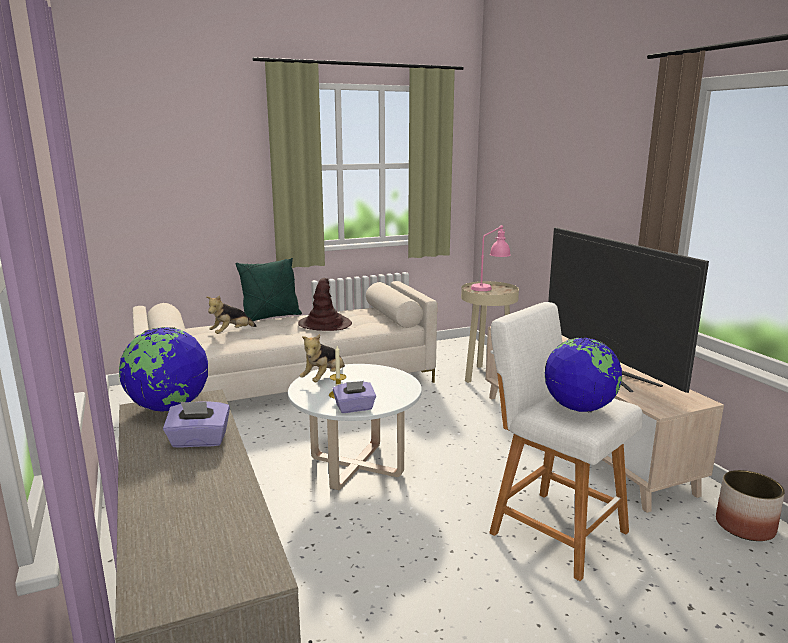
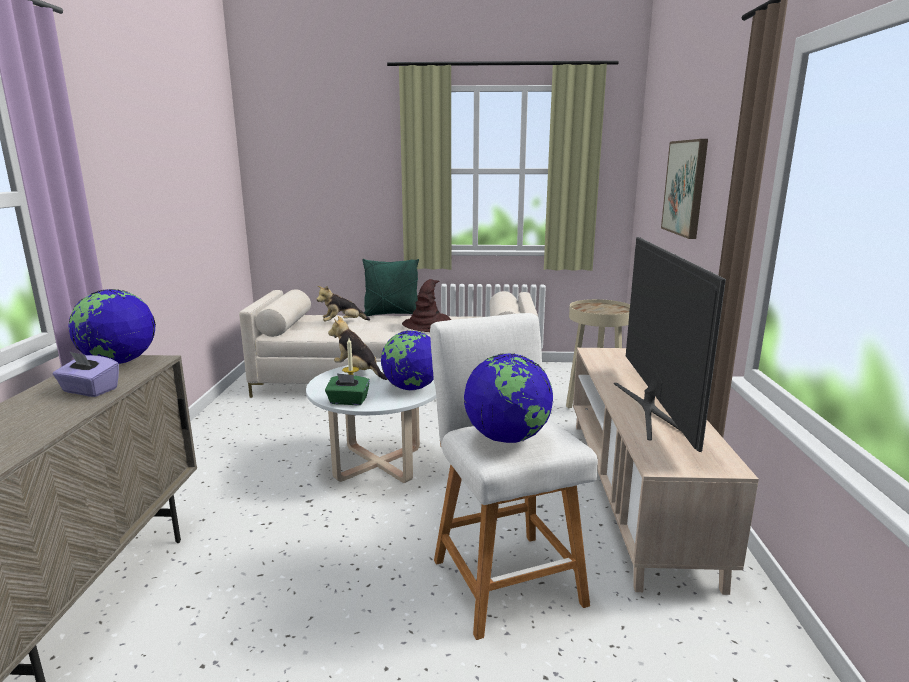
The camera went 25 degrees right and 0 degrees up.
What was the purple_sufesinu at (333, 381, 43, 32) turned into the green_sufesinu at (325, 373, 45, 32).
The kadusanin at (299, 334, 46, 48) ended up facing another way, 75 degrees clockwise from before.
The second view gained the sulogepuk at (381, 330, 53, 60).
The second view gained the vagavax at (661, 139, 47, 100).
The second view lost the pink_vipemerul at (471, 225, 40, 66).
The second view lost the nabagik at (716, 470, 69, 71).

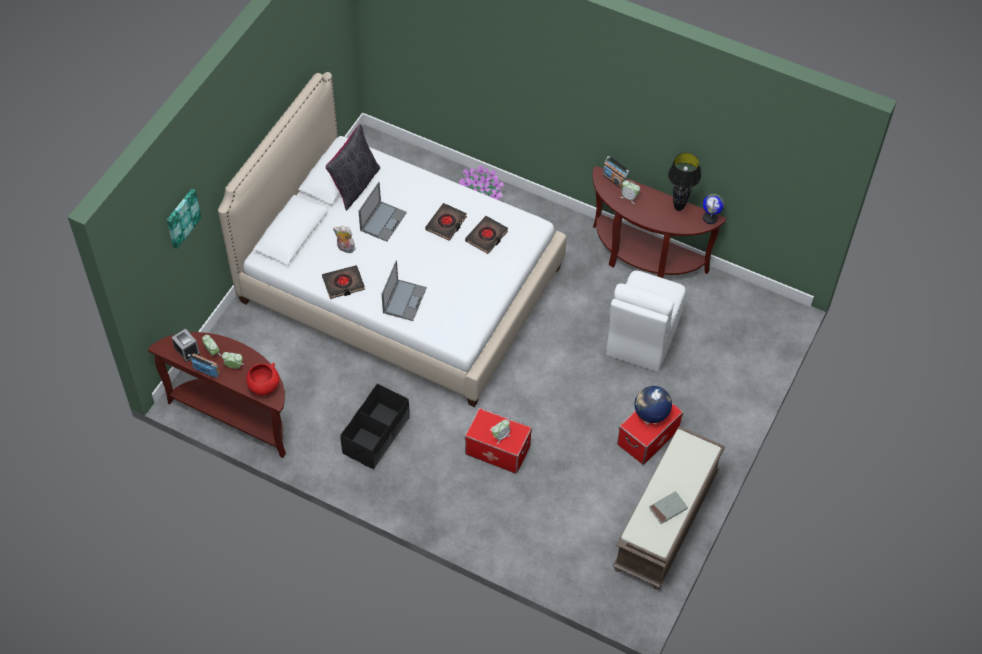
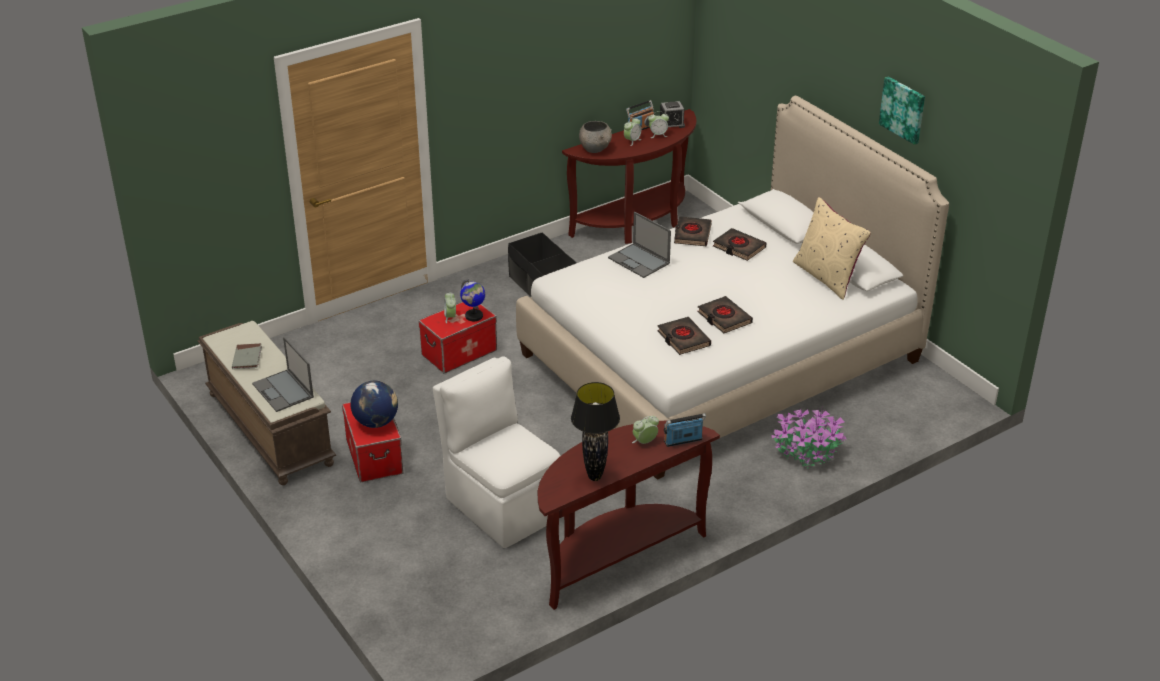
The camera went 120 degrees right and 20 degrees down.
The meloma ended up elsewhere, having gone from (359, 182, 48, 60) to (252, 337, 62, 75).
The sulogepuk ended up elsewhere, having gone from (703, 194, 21, 30) to (460, 279, 25, 42).
What was the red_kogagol at (246, 363, 34, 33) turned into the grey_kogagol at (579, 121, 33, 32).
Where the kadusanin stood at (333, 226, 23, 27), the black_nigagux came to stand at (713, 228, 54, 33).
What was the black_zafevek at (326, 124, 54, 87) turned into the beige_zafevek at (793, 197, 78, 103).
The vagavax ended up elsewhere, having gone from (167, 189, 34, 60) to (879, 76, 46, 69).

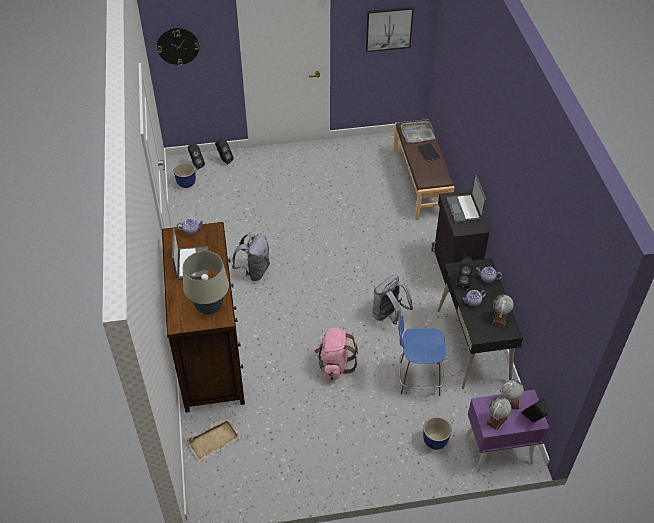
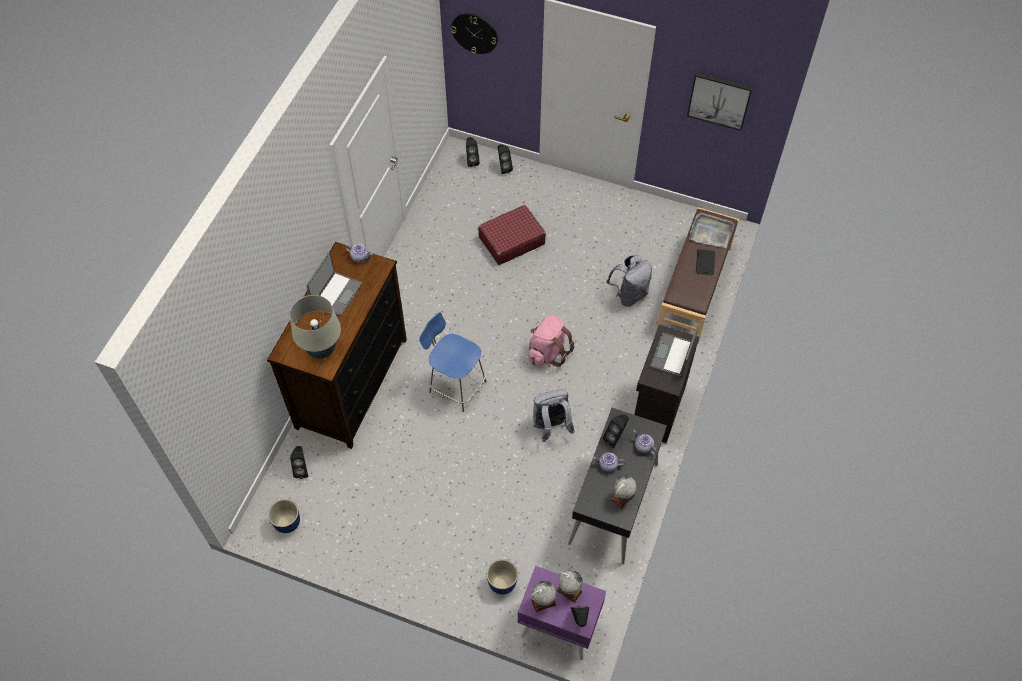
The camera went 30 degrees right and 10 degrees up.
The nabagik ended up elsewhere, having gone from (173, 163, 23, 25) to (268, 499, 32, 34).
Where the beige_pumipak stood at (185, 416, 57, 46), the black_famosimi came to stand at (290, 446, 18, 33).
The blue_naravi ended up elsewhere, having gone from (398, 312, 47, 84) to (419, 312, 67, 100).
The second view gained the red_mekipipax at (478, 205, 68, 60).
The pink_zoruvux ended up elsewhere, having gone from (315, 328, 43, 52) to (528, 315, 46, 52).
The grey_zoruvux ended up elsewhere, having gone from (232, 232, 38, 49) to (606, 255, 46, 52).

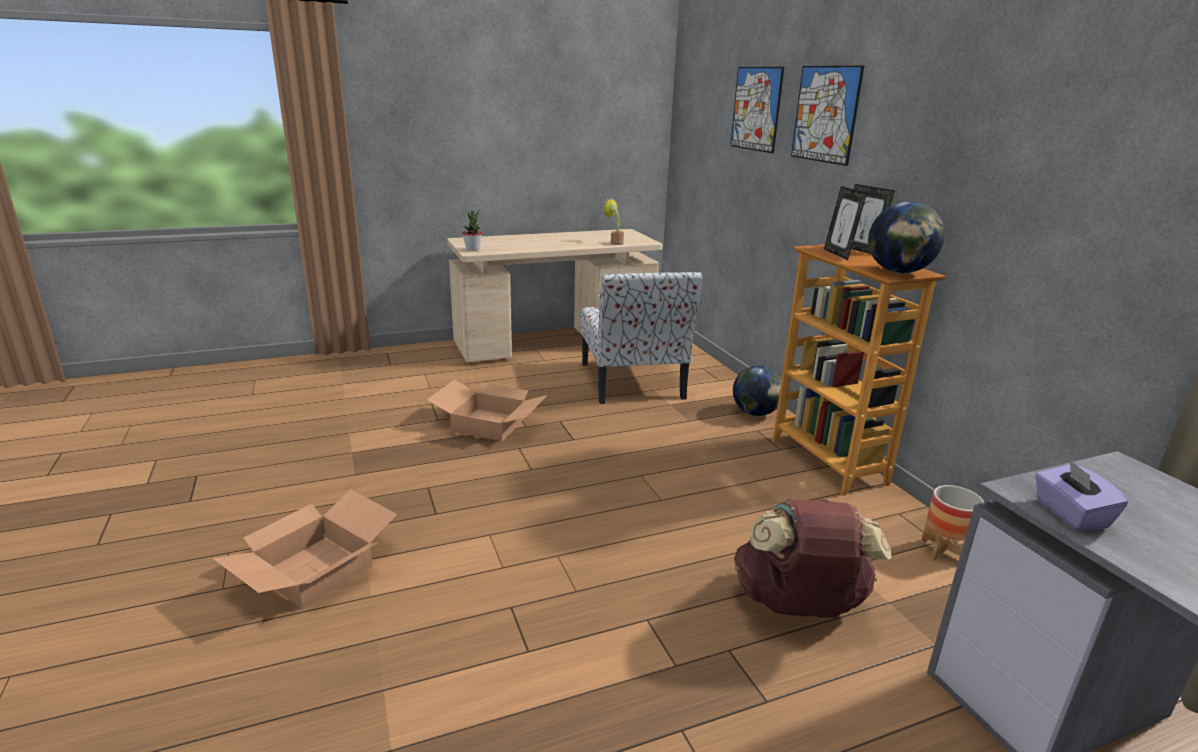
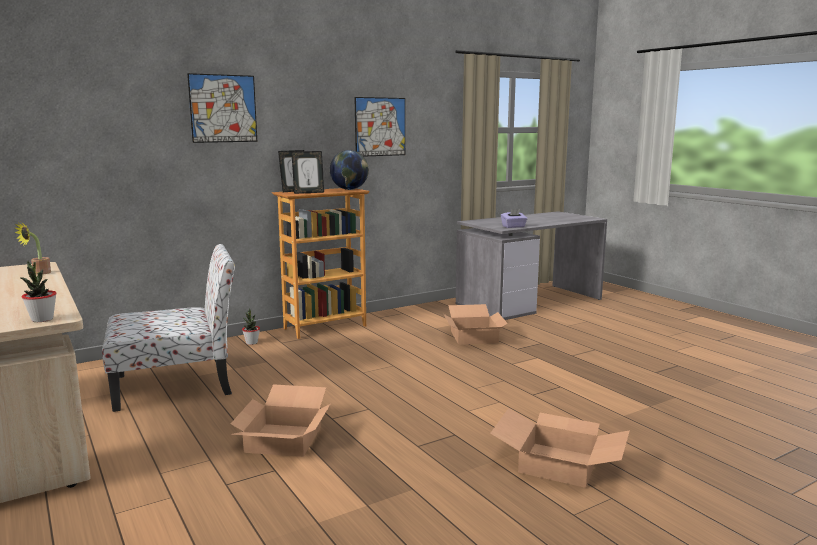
The camera went 100 degrees left and 10 degrees down.
Where the sulogepuk stood at (733, 365, 49, 51), the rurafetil came to stand at (242, 308, 18, 37).
The vagavax ended up elsewhere, having gone from (730, 67, 54, 86) to (354, 97, 51, 60).
Where the brown_zoruvux stood at (734, 498, 158, 120), the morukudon came to stand at (444, 304, 64, 41).
The second view lost the nabagik at (922, 485, 62, 75).

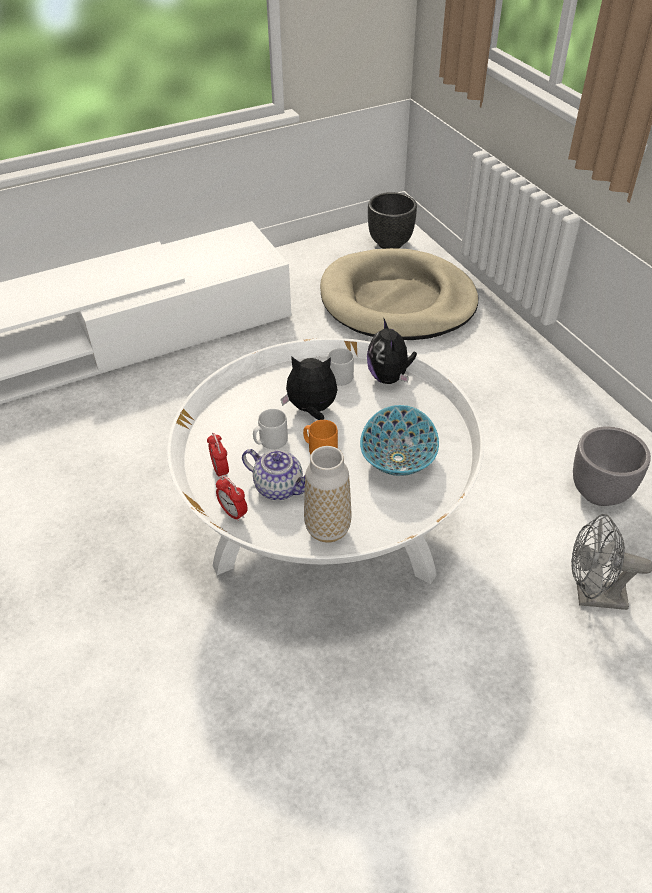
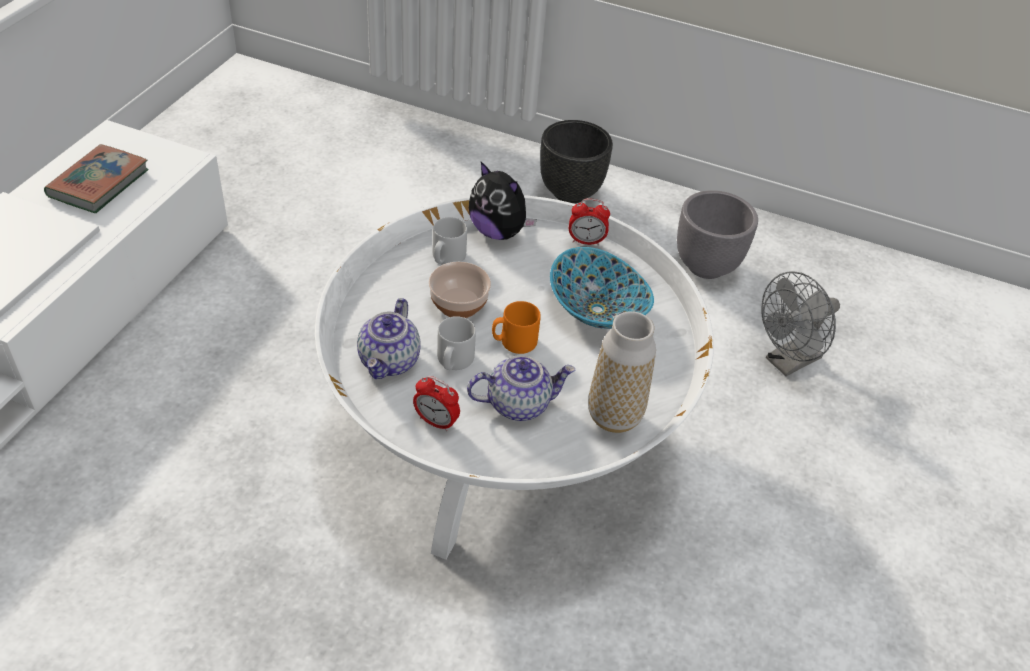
The camera went 45 degrees left and 0 degrees up.
The second view gained the nigagux at (44, 144, 105, 69).
The second view gained the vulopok at (357, 298, 63, 81).
Where the kadusanin stood at (281, 356, 57, 64), the kogagol came to stand at (428, 262, 63, 56).
The black_nabagik ended up elsewhere, having gone from (368, 192, 49, 57) to (540, 120, 73, 83).
The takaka ended up elsewhere, having gone from (216, 476, 32, 46) to (569, 198, 41, 48).
The second view lost the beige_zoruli at (320, 248, 158, 92).

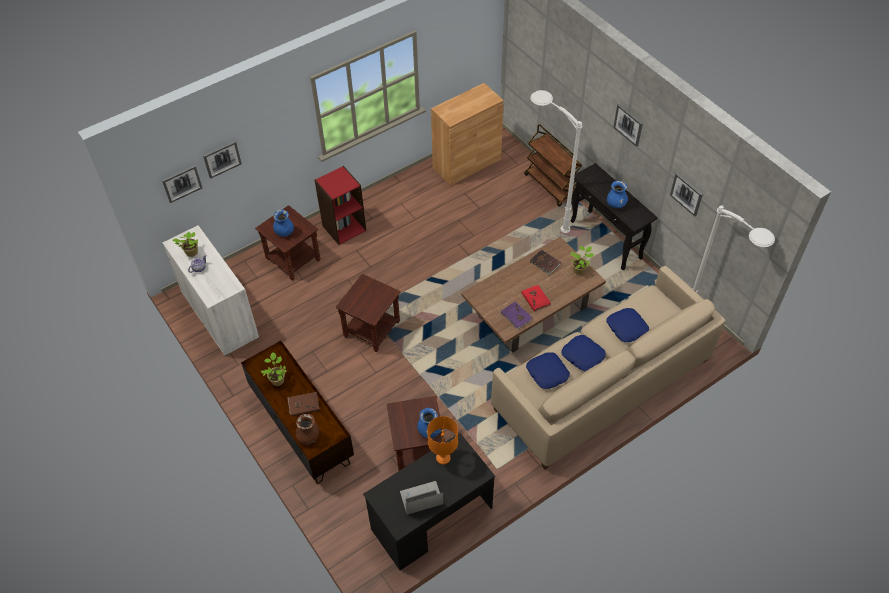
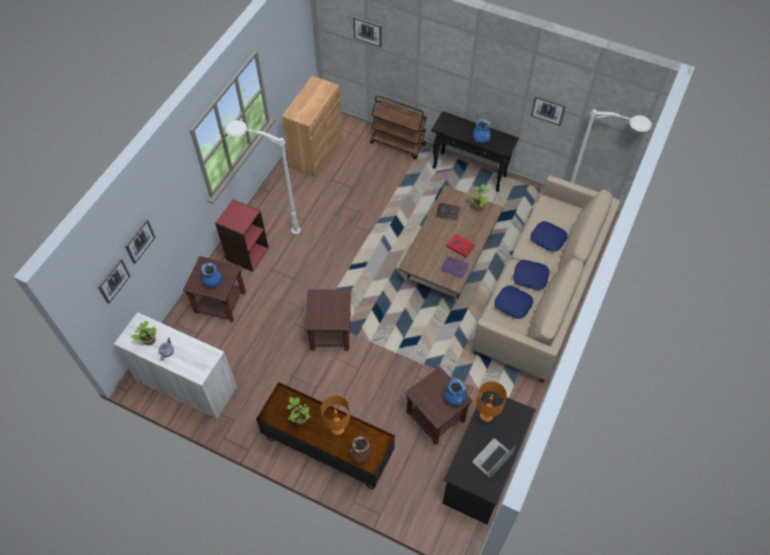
The camera went 30 degrees left and 5 degrees up.
The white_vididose ended up elsewhere, having gone from (530, 90, 52, 143) to (225, 120, 76, 114).
Where the brown_nigagux stood at (287, 392, 33, 25), the orange_vipemerul came to stand at (321, 395, 29, 40).
The vagavax ended up elsewhere, having gone from (613, 104, 30, 43) to (353, 16, 29, 31).

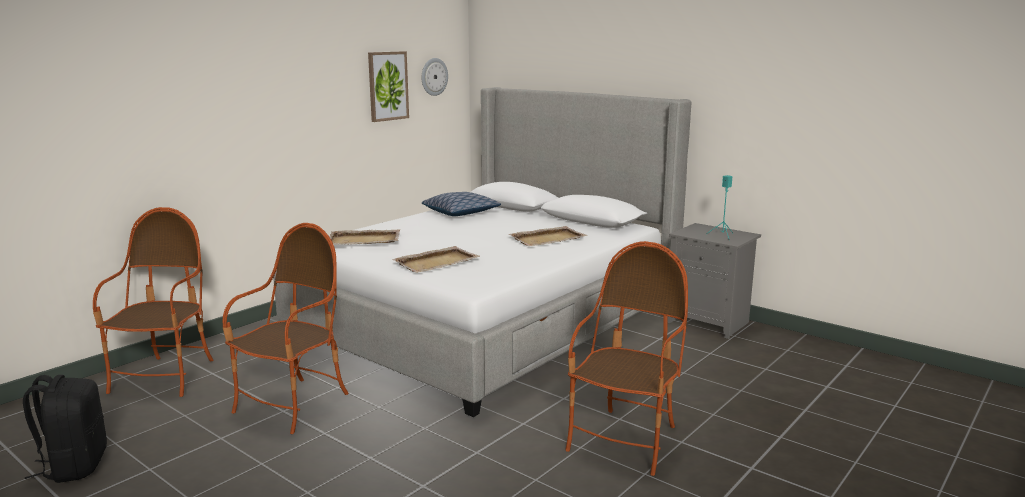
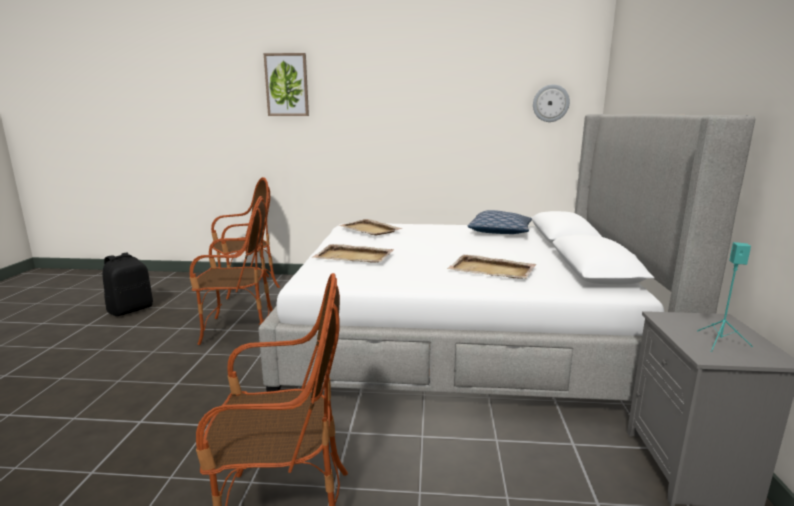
The camera went 55 degrees right and 0 degrees up.
The vagavax ended up elsewhere, having gone from (368, 51, 41, 71) to (264, 53, 45, 63).

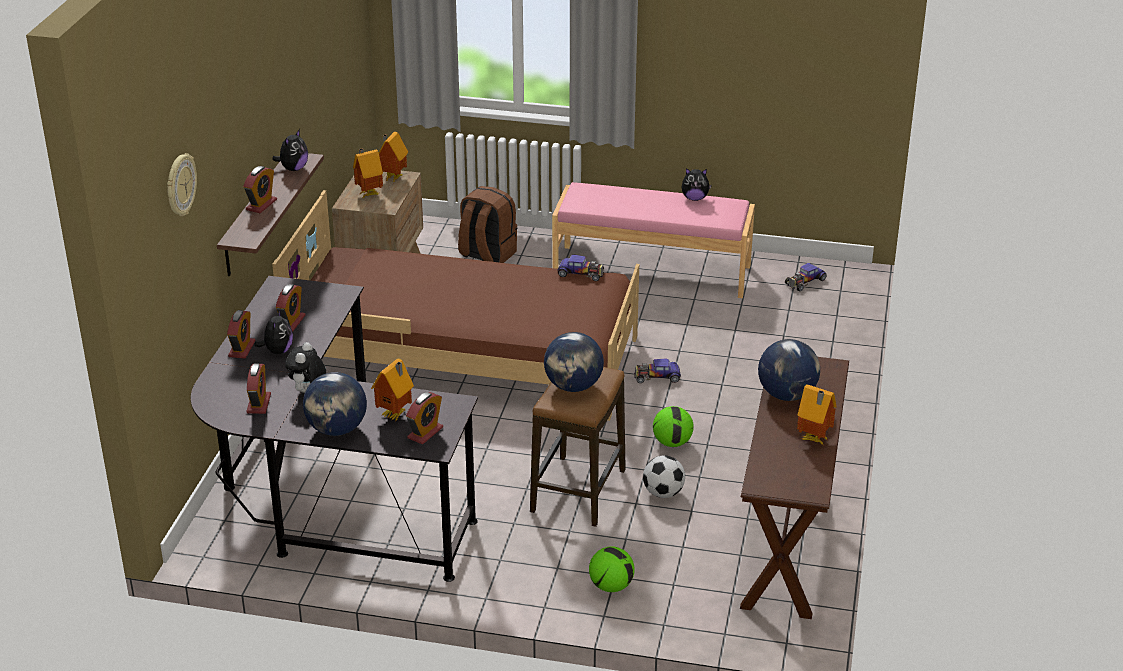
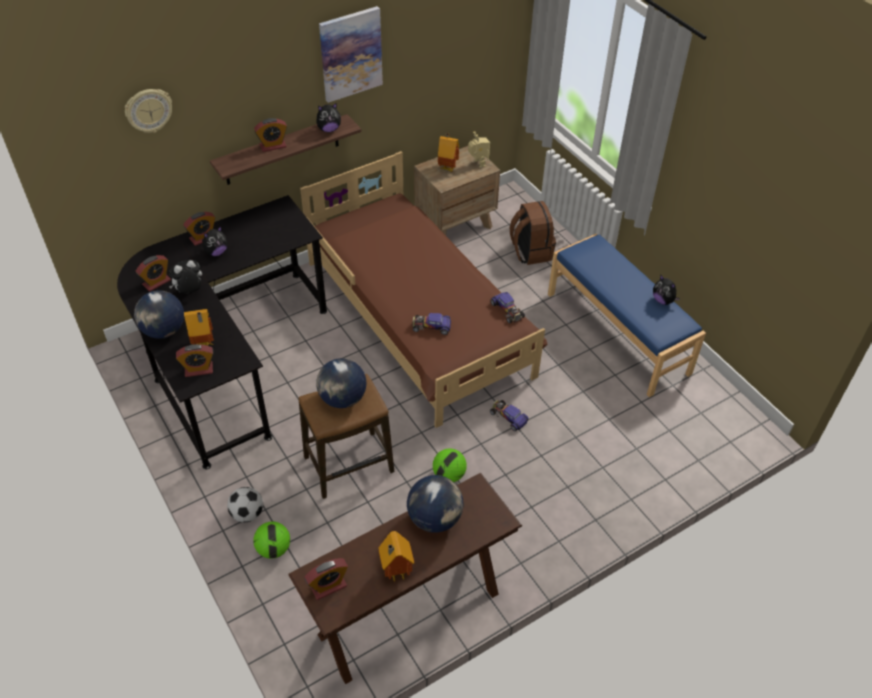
The camera went 45 degrees right and 15 degrees up.
The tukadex ended up elsewhere, having gone from (643, 455, 42, 43) to (227, 487, 36, 35).
The takaka ended up elsewhere, having gone from (276, 284, 29, 48) to (304, 558, 44, 42).
The second view gained the vagavax at (319, 6, 64, 97).
The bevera ended up elsewhere, having gone from (785, 263, 42, 28) to (412, 313, 39, 22).
Where the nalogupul stood at (379, 132, 29, 51), the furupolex came to stand at (468, 131, 22, 37).
What was the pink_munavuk at (552, 182, 203, 116) turned into the blue_munavuk at (548, 234, 158, 163).

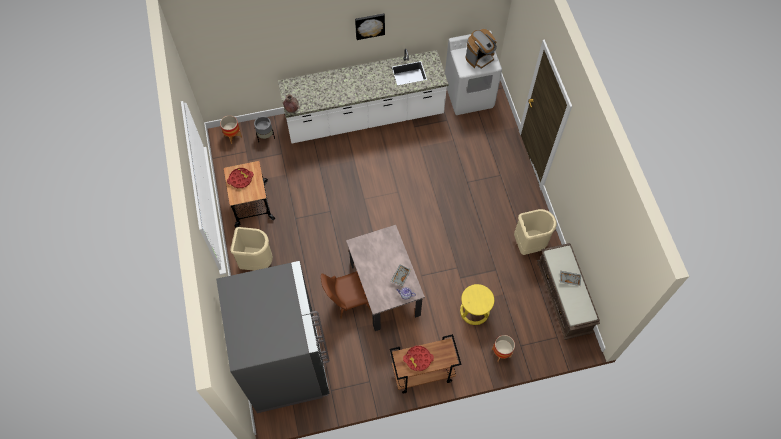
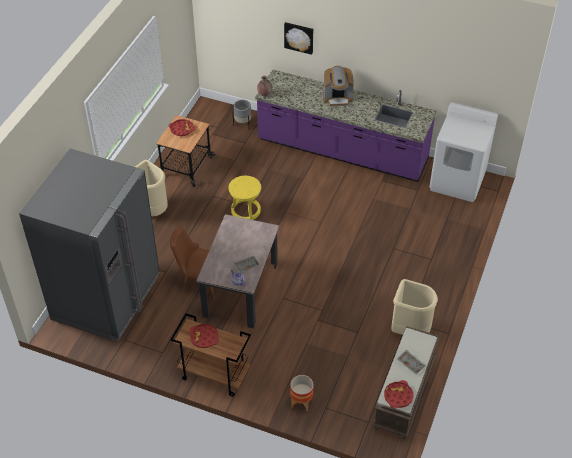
The camera went 35 degrees right and 15 degrees down.
The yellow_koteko ended up elsewhere, having gone from (460, 284, 34, 41) to (229, 176, 32, 44).
What was the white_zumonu at (278, 49, 171, 94) turned into the purple_zumonu at (255, 70, 181, 112).
The vagavax ended up elsewhere, having gone from (355, 13, 30, 27) to (284, 22, 29, 33).
The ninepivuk ended up elsewhere, having gone from (465, 29, 32, 40) to (323, 66, 31, 40).
The second view gained the red_pumipak at (384, 380, 29, 29).
The second view lost the nabagik at (220, 116, 22, 28).

